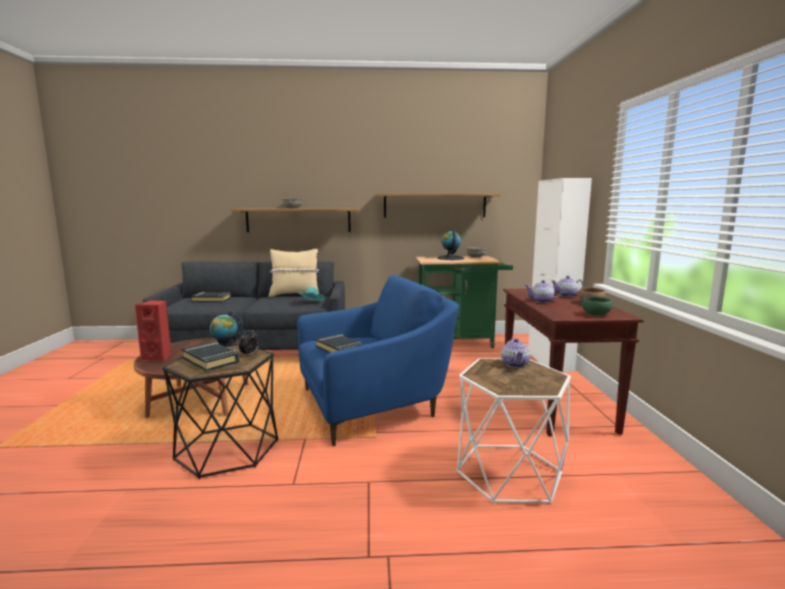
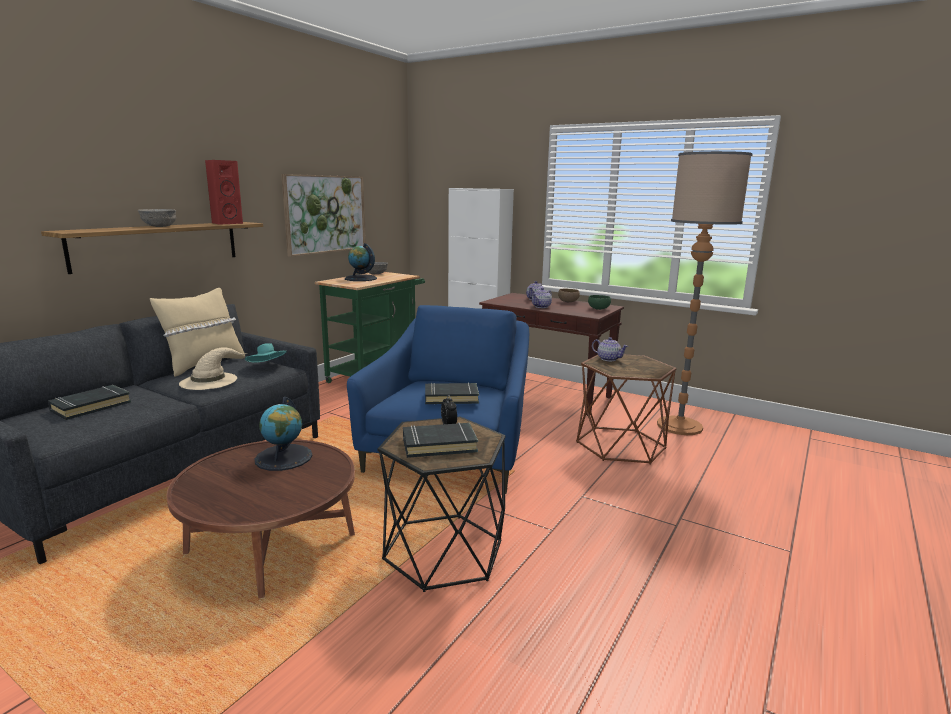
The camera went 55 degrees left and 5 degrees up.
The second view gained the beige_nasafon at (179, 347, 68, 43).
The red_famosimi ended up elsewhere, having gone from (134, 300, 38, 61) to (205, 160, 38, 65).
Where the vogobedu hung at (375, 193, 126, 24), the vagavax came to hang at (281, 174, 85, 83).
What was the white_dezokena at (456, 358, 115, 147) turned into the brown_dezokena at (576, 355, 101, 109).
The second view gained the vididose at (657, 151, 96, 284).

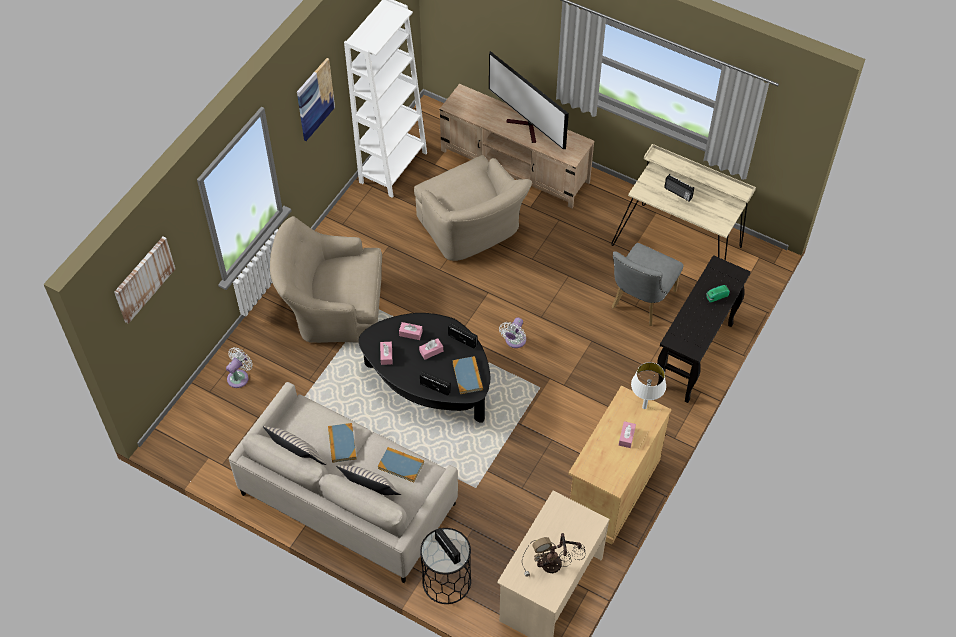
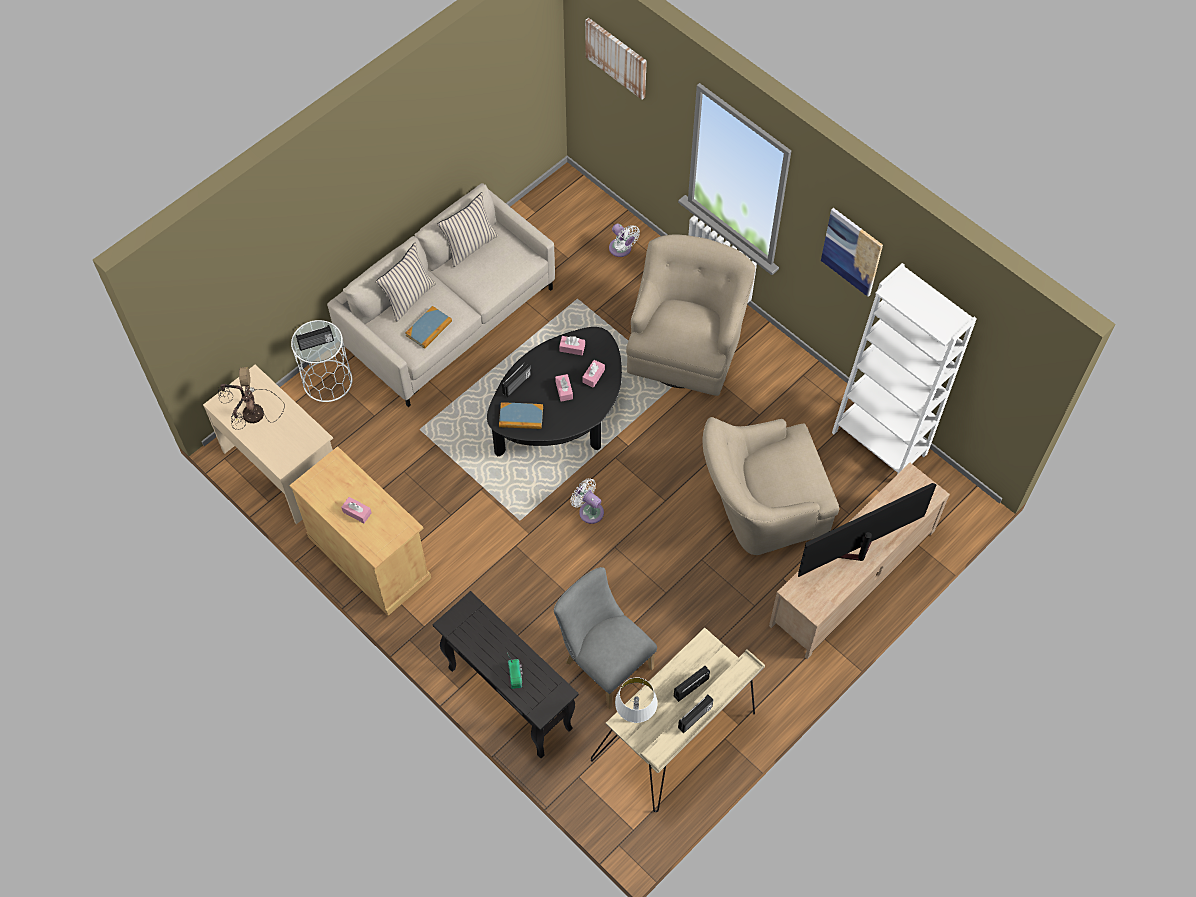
The camera went 105 degrees right and 5 degrees up.
What was the black_dezokena at (420, 528, 51, 76) turned into the white_dezokena at (291, 320, 61, 82).
The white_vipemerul ended up elsewhere, having gone from (631, 362, 35, 47) to (615, 677, 43, 46).
The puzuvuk ended up elsewhere, having gone from (448, 322, 30, 27) to (678, 694, 36, 40).
The second view lost the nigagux at (328, 423, 29, 40).

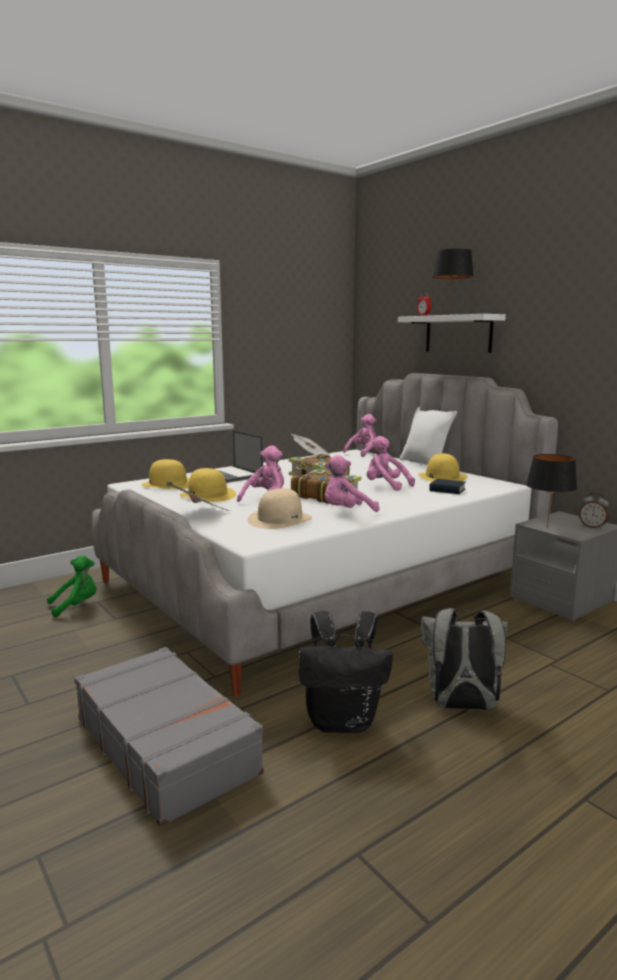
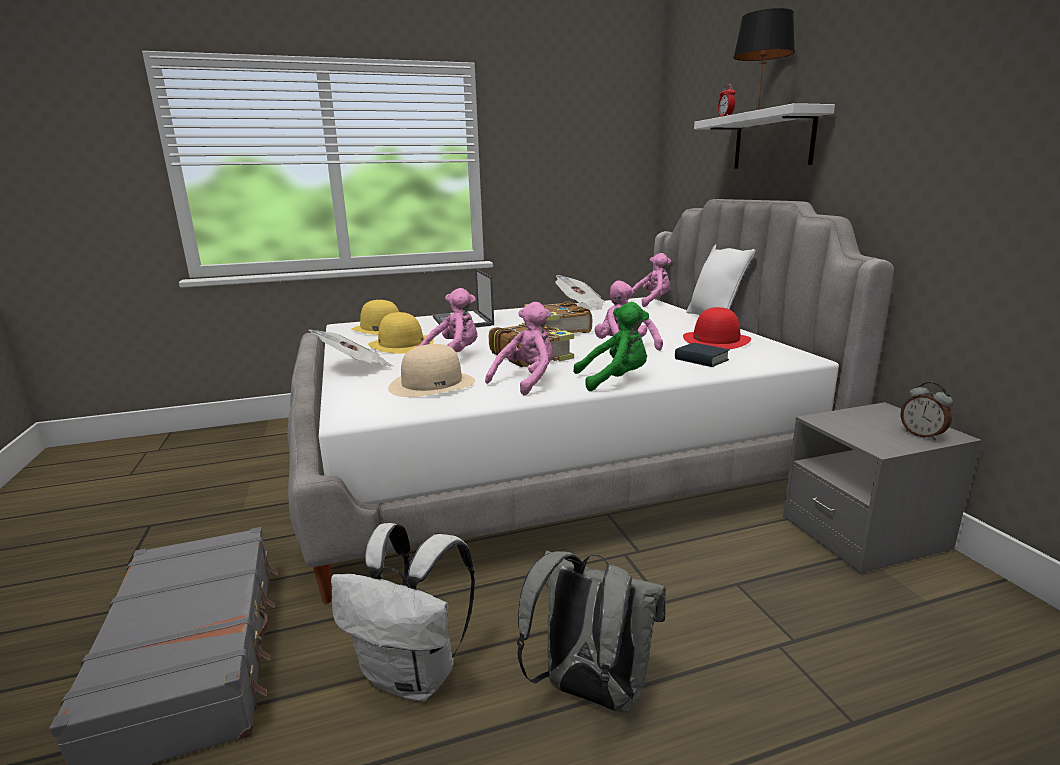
The camera went 20 degrees right and 5 degrees up.
What was the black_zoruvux at (299, 611, 94, 122) turned into the white_zoruvux at (331, 523, 144, 178).
The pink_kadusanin at (325, 455, 54, 57) ended up facing another way, 135 degrees clockwise from before.
The green_kadusanin ended up elsewhere, having gone from (47, 555, 50, 62) to (573, 302, 76, 89).
What was the yellow_nasafon at (418, 453, 49, 29) turned into the red_nasafon at (683, 307, 68, 42).
The second view lost the black_vipemerul at (526, 454, 51, 74).

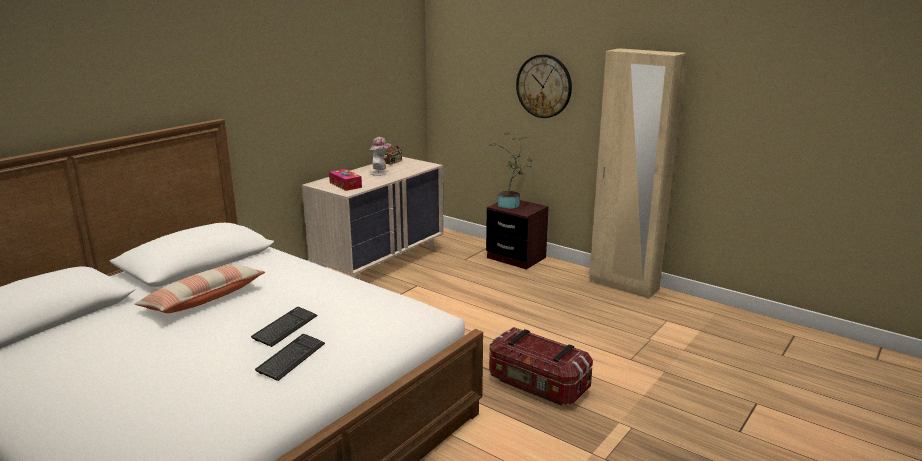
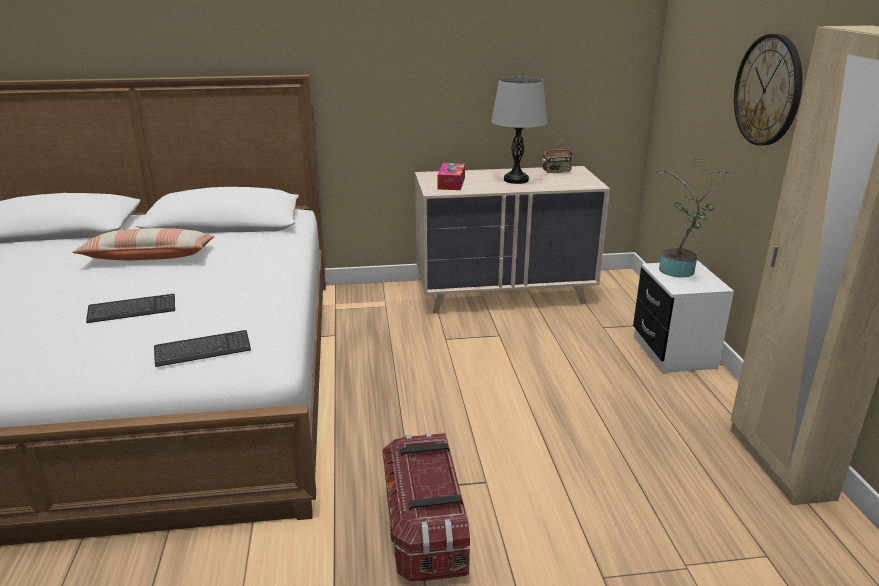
The camera went 45 degrees right and 5 degrees up.
The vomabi ended up elsewhere, having gone from (255, 334, 70, 47) to (154, 330, 97, 37).
Where the nasafon stood at (370, 137, 21, 39), the grey_vipemerul came to stand at (491, 77, 56, 107).
What was the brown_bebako at (486, 200, 63, 69) turned into the white_bebako at (633, 261, 101, 112).

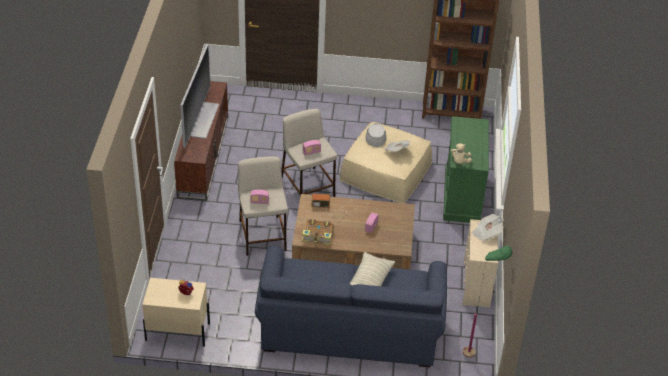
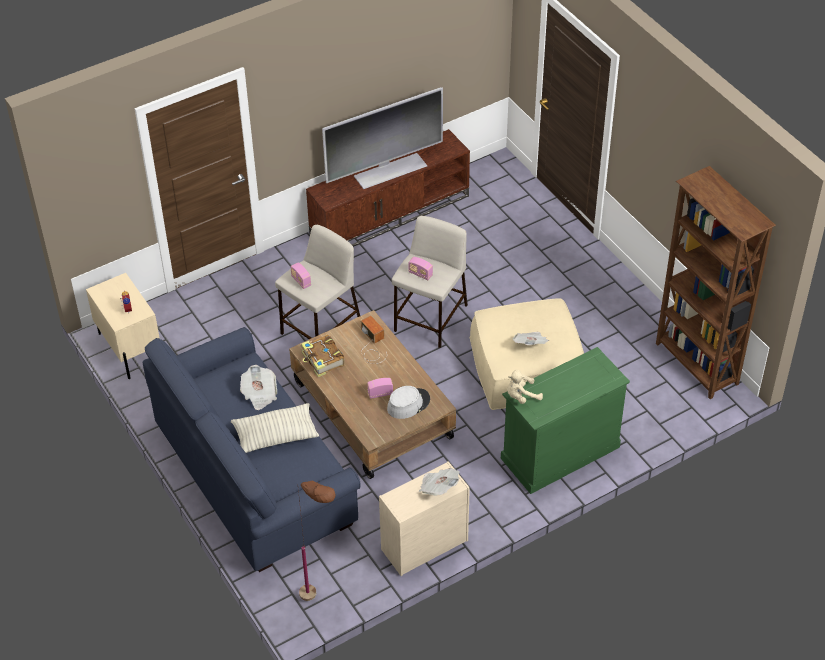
The camera went 55 degrees right and 5 degrees up.
The second view gained the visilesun at (240, 365, 37, 45).
What was the green_vididose at (463, 246, 49, 112) turned into the brown_vididose at (298, 481, 38, 120).
The grey_nasafon ended up elsewhere, having gone from (365, 124, 21, 23) to (387, 386, 43, 33).

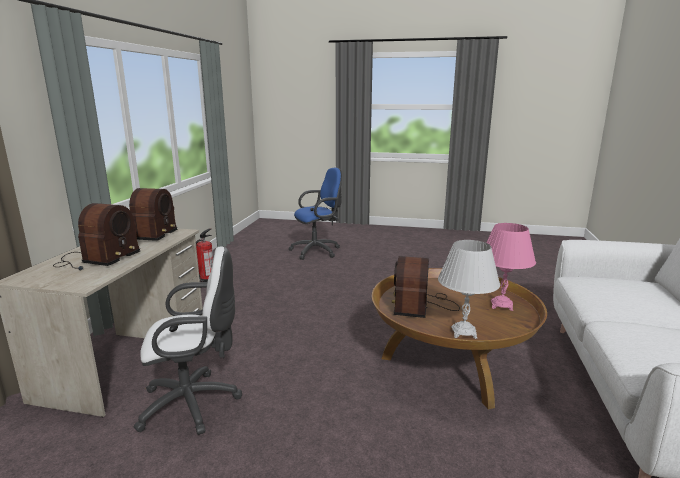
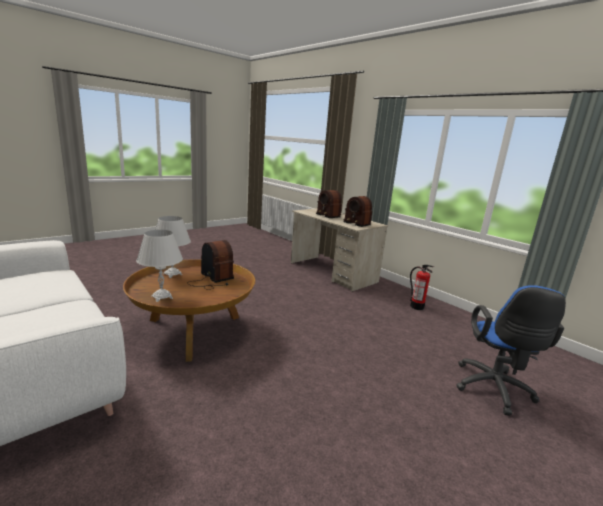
The camera went 125 degrees right and 0 degrees up.
What was the pink_vipemerul at (486, 223, 50, 88) turned into the white_vipemerul at (136, 230, 47, 72).
The second view lost the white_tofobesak at (134, 247, 108, 188).

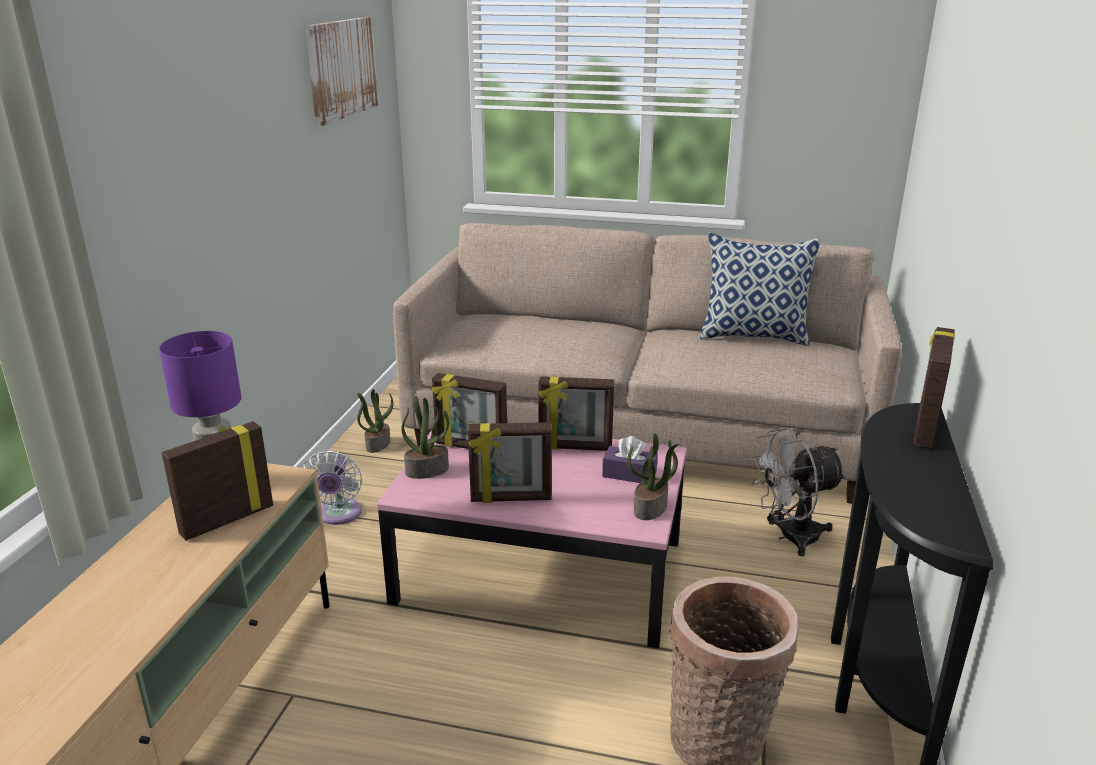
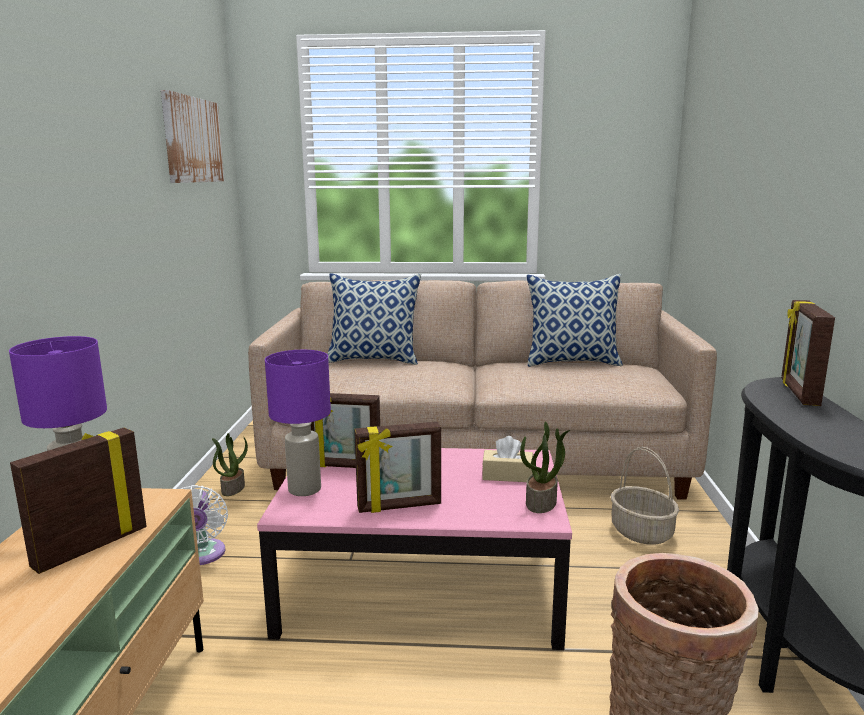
The camera went 10 degrees left and 10 degrees down.
Where the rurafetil stood at (401, 396, 48, 83), the purple_vipemerul came to stand at (265, 350, 66, 146).
The second view gained the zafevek at (327, 273, 94, 92).
What was the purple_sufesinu at (602, 436, 56, 47) turned into the beige_sufesinu at (482, 436, 51, 46).
Where the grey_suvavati stood at (749, 428, 97, 128), the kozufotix came to stand at (611, 447, 68, 98).
The second view lost the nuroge at (538, 376, 76, 75).

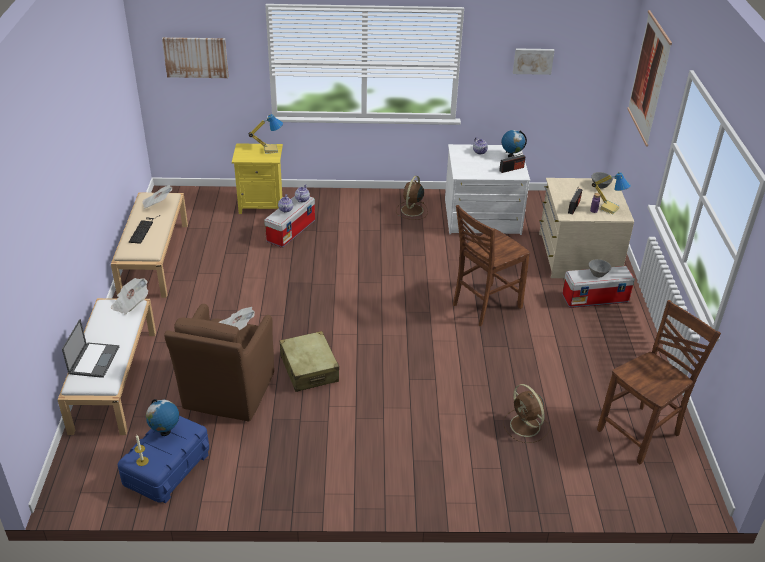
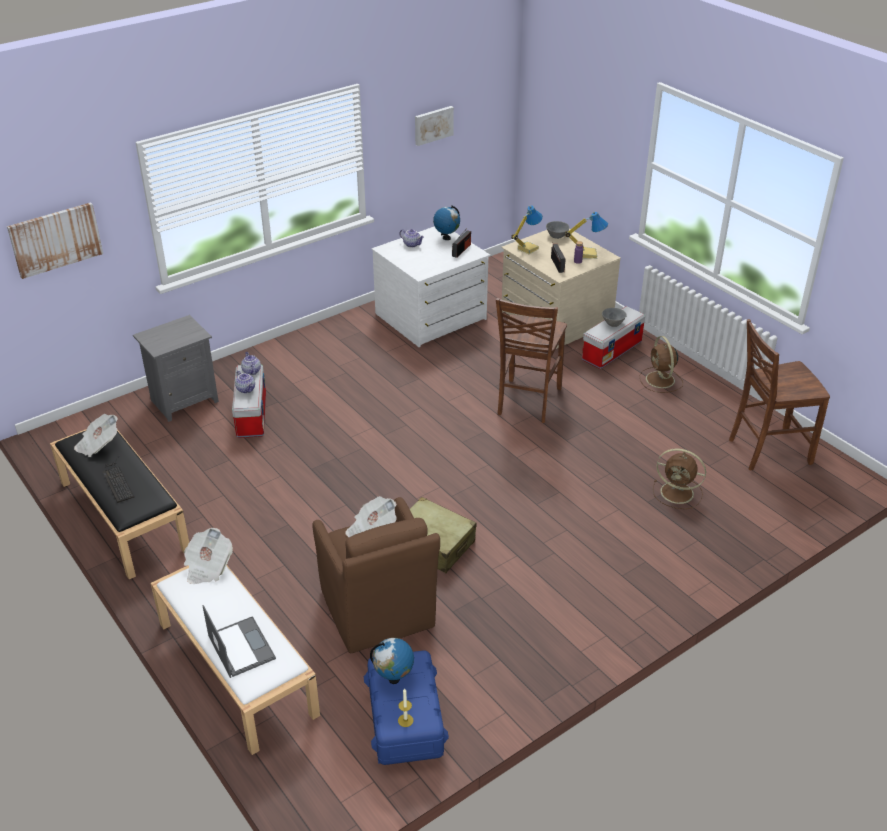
The camera went 35 degrees left and 0 degrees up.
What was the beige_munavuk at (111, 193, 77, 105) turned into the black_munavuk at (50, 429, 139, 150).
What was the yellow_bebako at (232, 143, 51, 71) turned into the grey_bebako at (133, 315, 86, 107).
The vipemerul ended up elsewhere, having gone from (248, 114, 35, 40) to (511, 205, 32, 49).
The brown_suvavati ended up elsewhere, having gone from (396, 176, 32, 44) to (640, 336, 43, 57).
The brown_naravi at (597, 300, 124, 164) ended up facing another way, 120 degrees counterclockwise from before.
The second view lost the vagavax at (627, 10, 45, 136).

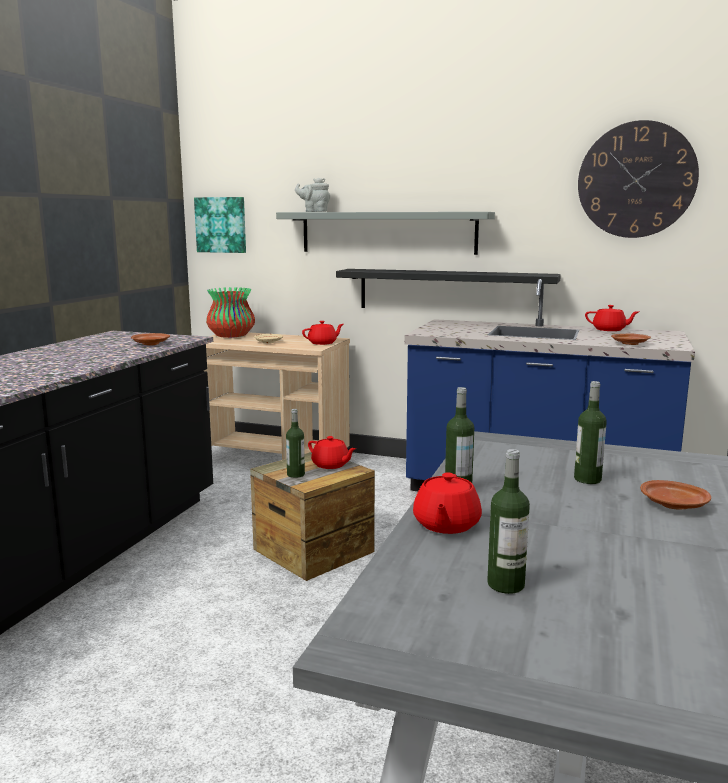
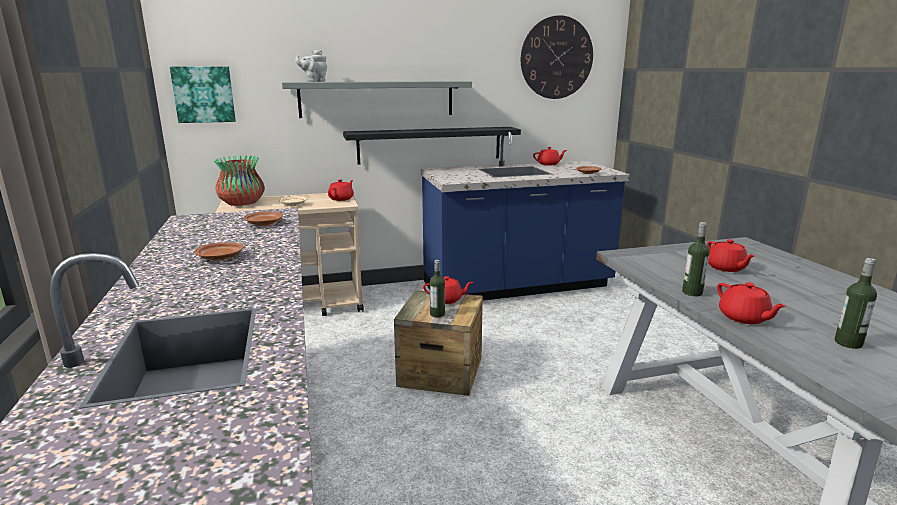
The camera went 35 degrees left and 5 degrees up.
The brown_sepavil ended up elsewhere, having gone from (640, 480, 71, 29) to (195, 242, 48, 19).
Where the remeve stood at (574, 381, 33, 103), the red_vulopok came to stand at (707, 239, 48, 33).

